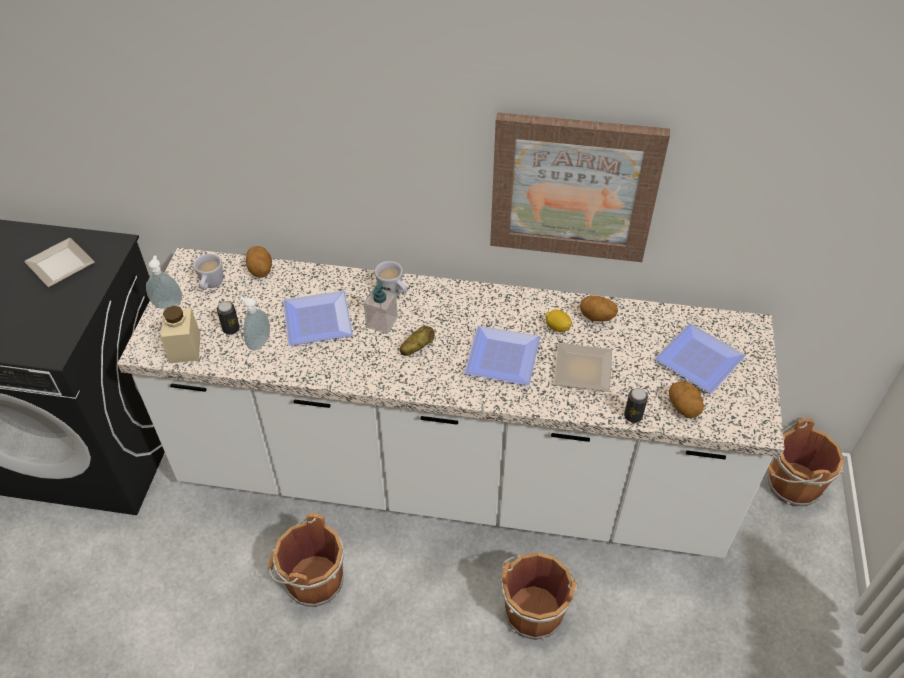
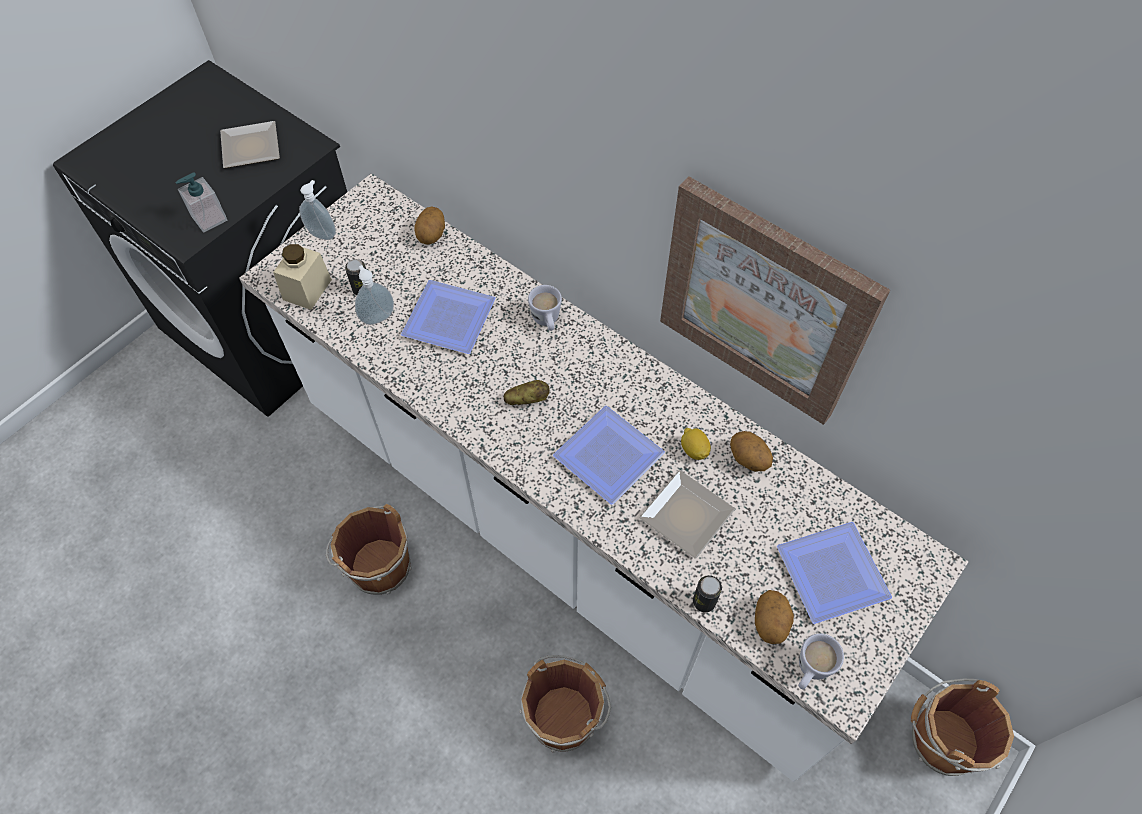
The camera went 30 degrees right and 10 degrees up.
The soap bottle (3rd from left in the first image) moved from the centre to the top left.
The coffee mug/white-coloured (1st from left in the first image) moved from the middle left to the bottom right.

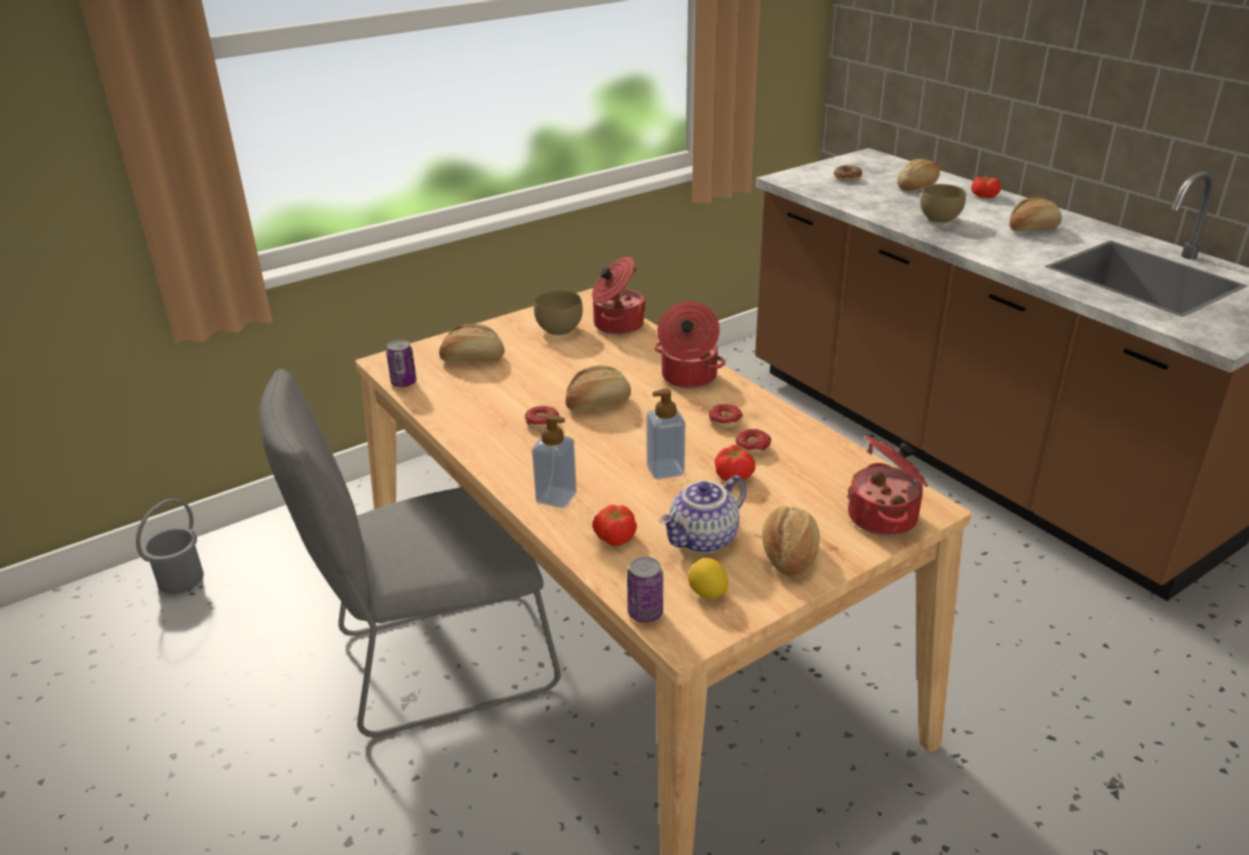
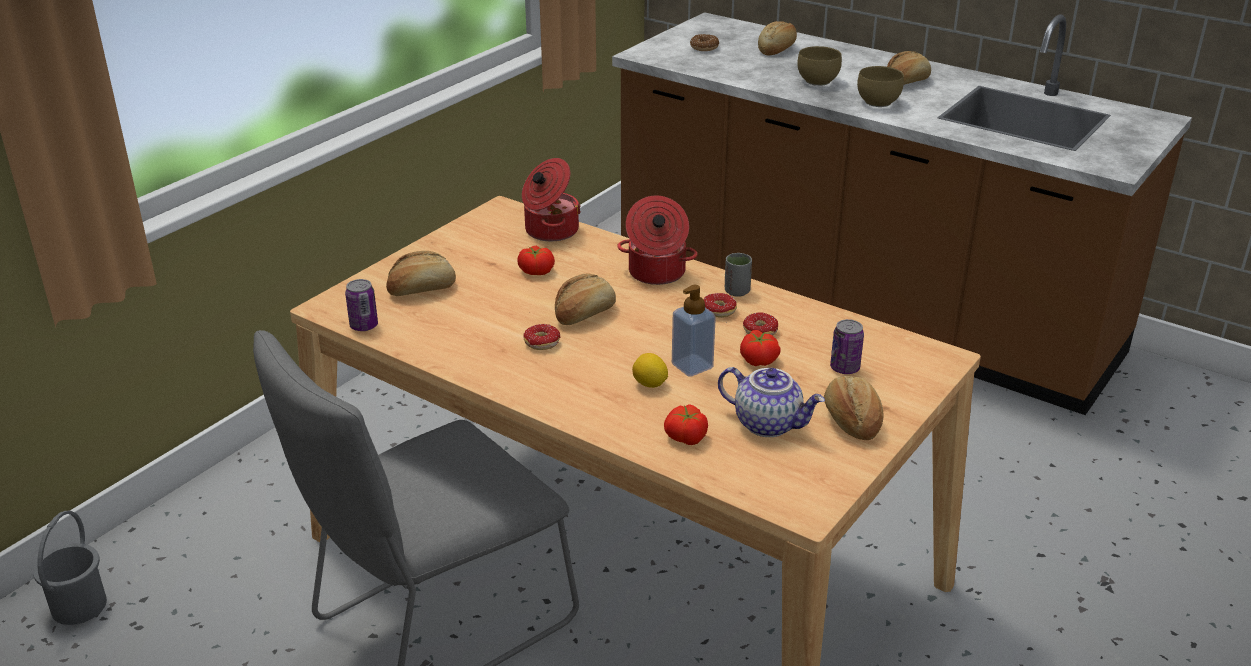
The camera went 20 degrees left and 0 degrees up.
The fresh tomato (3rd from left in the first image) moved from the top right to the centre.
The lemon moved from the bottom centre to the centre.
The teapot at the centre turned 90 degrees counterclockwise.
The cup/gray at the centre appeared.
The can (2nd from left) moved from the bottom centre to the middle right.
The bowl/brownish (1st from left in the first image) moved from the centre to the top right.
The soap bottle (1st from left) at the centre disappeared.
The cooking pot (3rd from left) at the middle right disappeared.

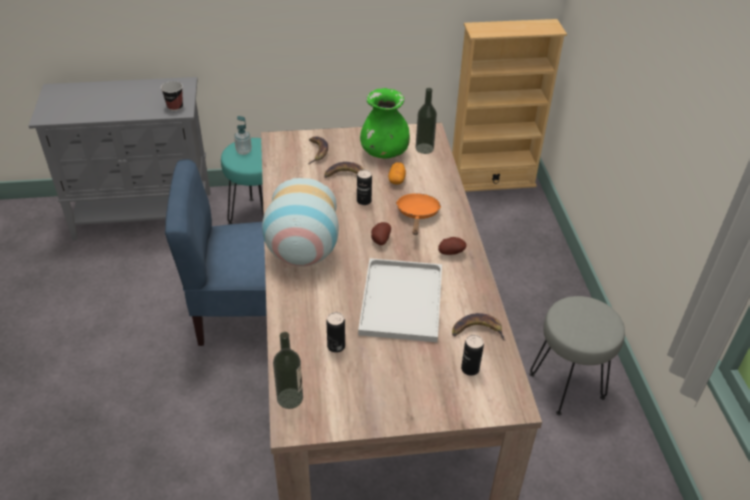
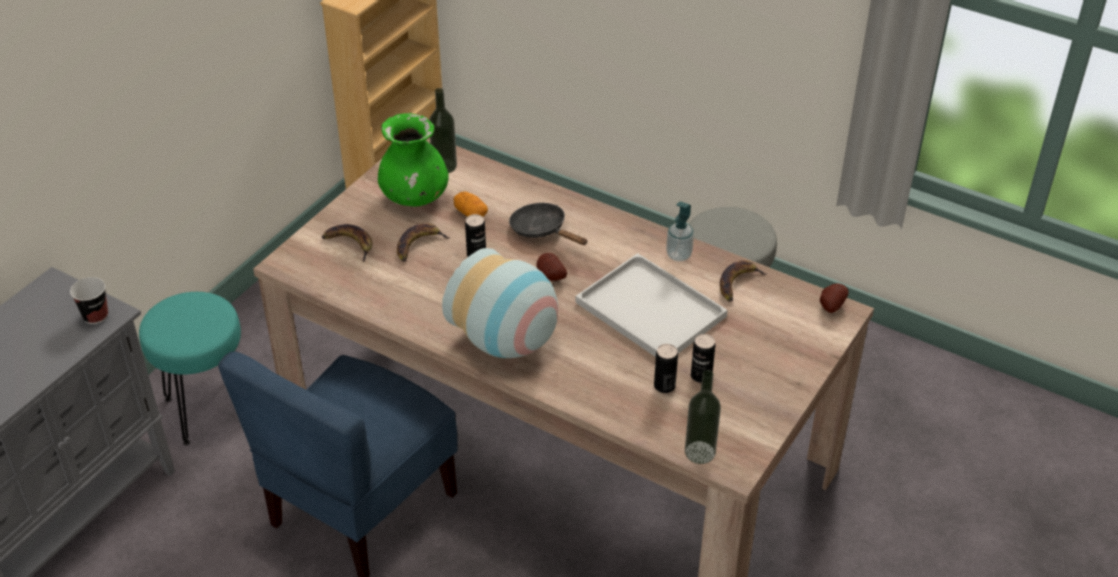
The camera went 50 degrees left and 0 degrees up.
The skillet/orange at the centre became the skillet/black at the centre.
The soap bottle moved from the top left to the centre.
The can (3rd from left) moved from the bottom centre to the centre.
The potato (3rd from left) moved from the centre to the middle right.

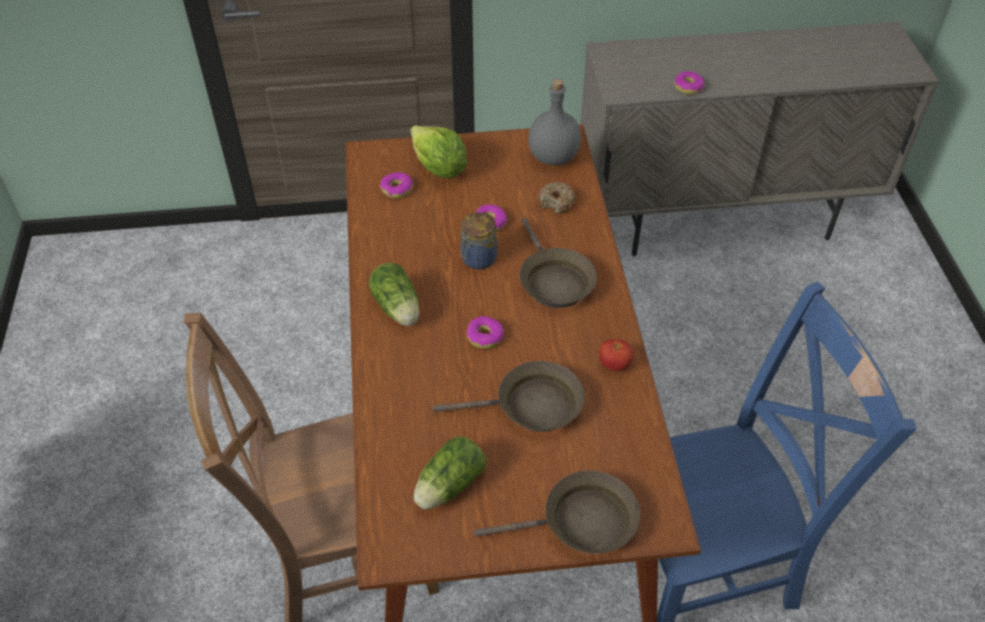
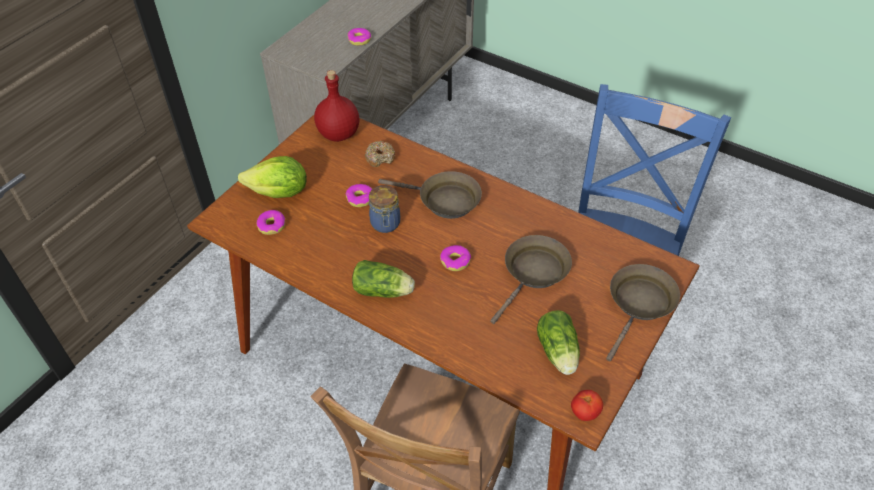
The camera went 50 degrees left and 0 degrees up.
The beverage bottle/gray at the top centre became the beverage bottle/red at the top centre.
The fresh tomato moved from the centre to the bottom right.

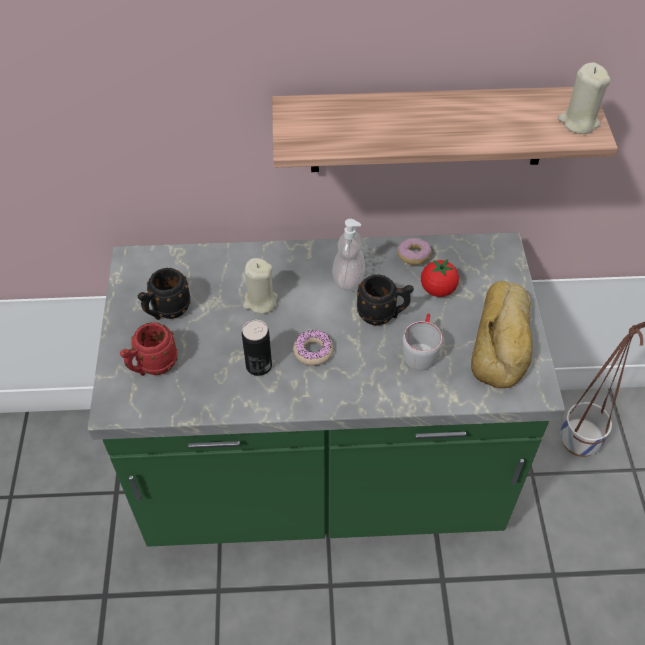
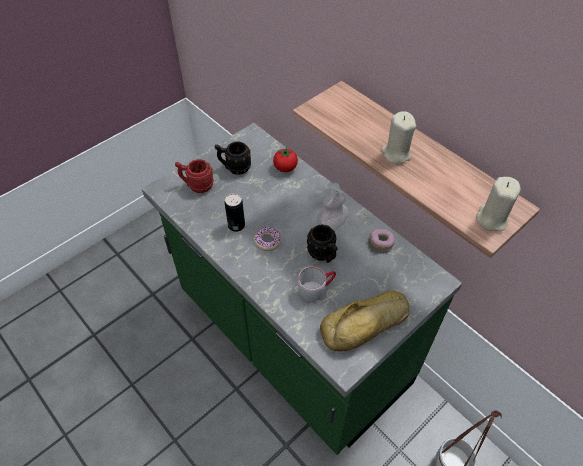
The camera went 50 degrees right and 0 degrees up.
The fresh tomato moved from the middle right to the centre.
The wax candle/beige-coloured (1st from left) moved from the centre to the top right.

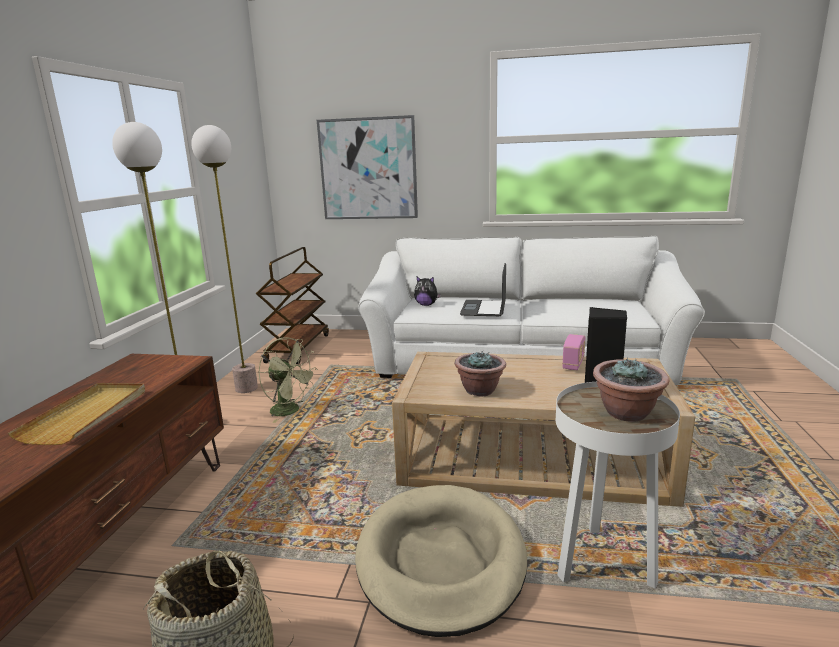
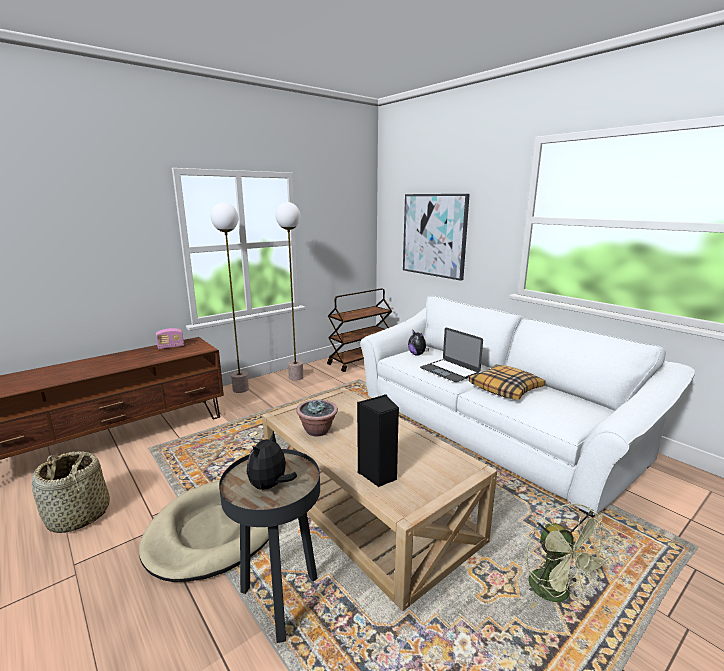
The camera went 40 degrees right and 0 degrees up.
The radio set moved from the middle right to the middle left.
The accent table/white-coloured at the bottom right became the accent table/black at the bottom centre.
The houseplant (2nd from left) at the middle right was replaced by the plush toy (1st from left) at the bottom centre.
The laptop at the centre turned 90 degrees counterclockwise.
The cushion at the middle right appeared.
The electric fan/green moved from the centre to the bottom right.
The tray/beige-coloured at the middle left disappeared.

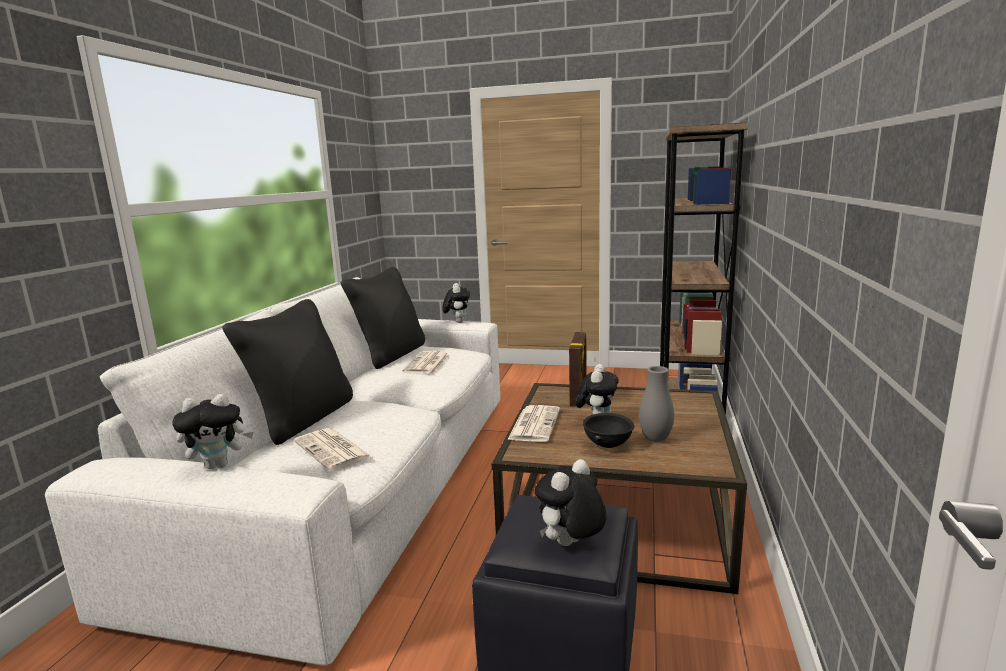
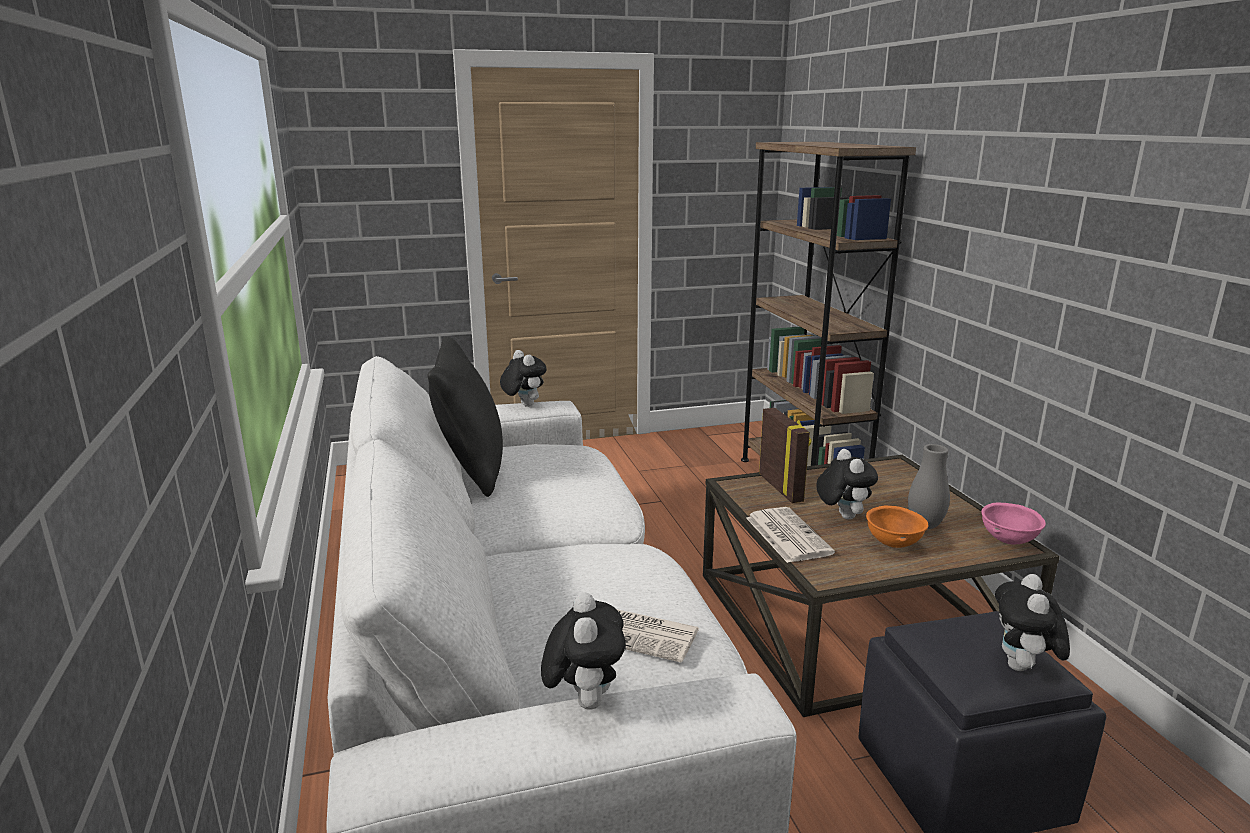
The camera went 30 degrees left and 5 degrees up.
The plush toy (1st from left in the first image) at the middle left turned 45 degrees counterclockwise.
The bowl/black at the centre became the bowl/orange at the middle right.
The bowl/pinkish at the middle right appeared.
The cushion/black (1st from left) at the middle left disappeared.
The printed paper (2nd from left) at the centre disappeared.

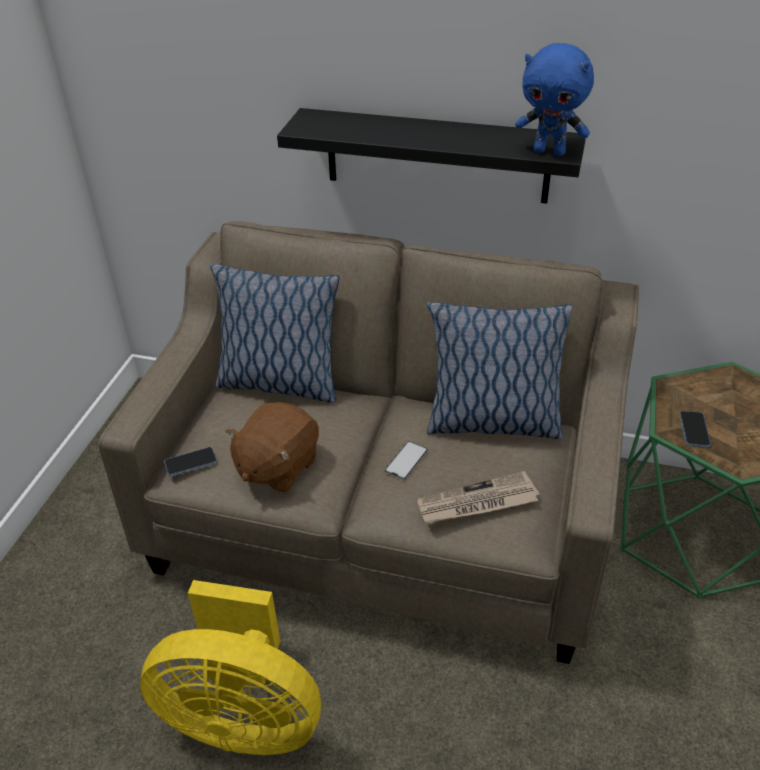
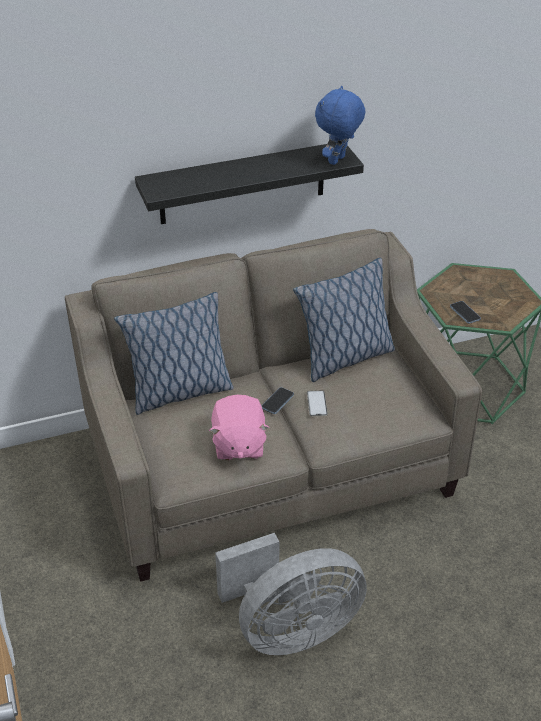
The camera went 35 degrees left and 0 degrees up.
The plush toy/brownish at the centre became the plush toy/pinkish at the centre.
The electric fan/yellow-coloured at the bottom left became the electric fan/gray at the bottom centre.
The telephone (1st from left) moved from the middle left to the centre.
The plush toy/blue at the top right turned 135 degrees clockwise.
The printed paper at the centre disappeared.

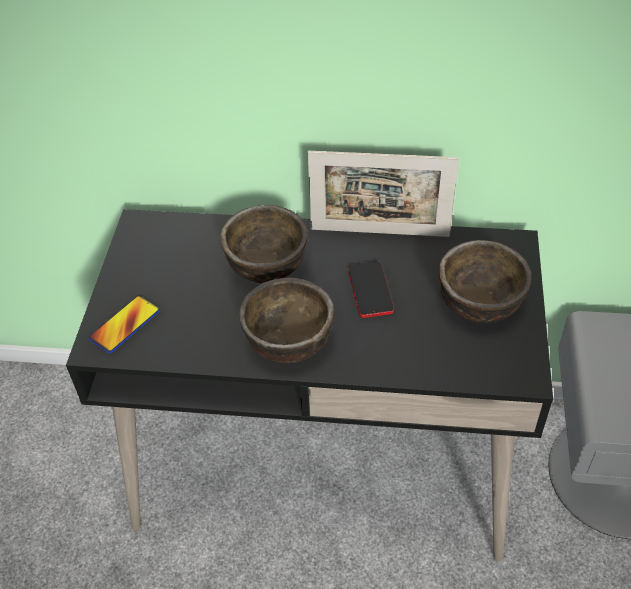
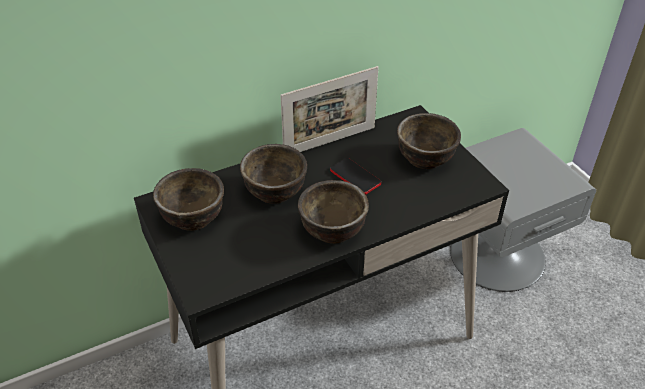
The camera went 35 degrees left and 5 degrees down.
The bowl/brownish (1st from left) at the middle left appeared.
The telephone (1st from left) at the middle left disappeared.

